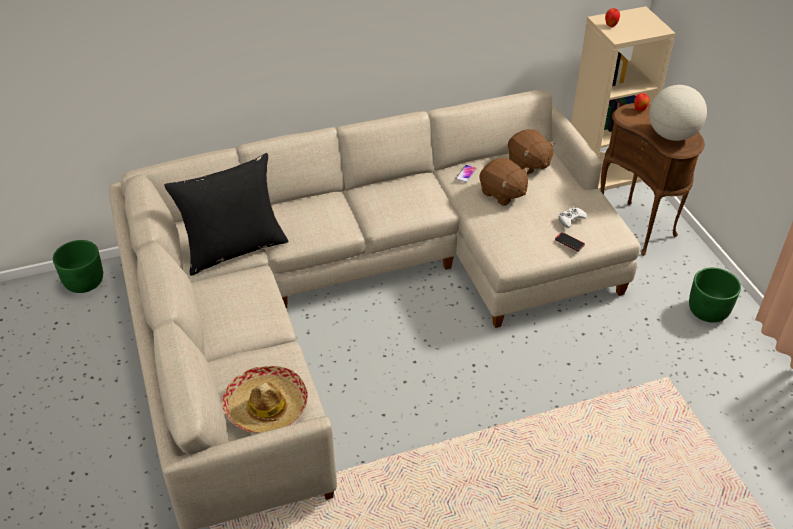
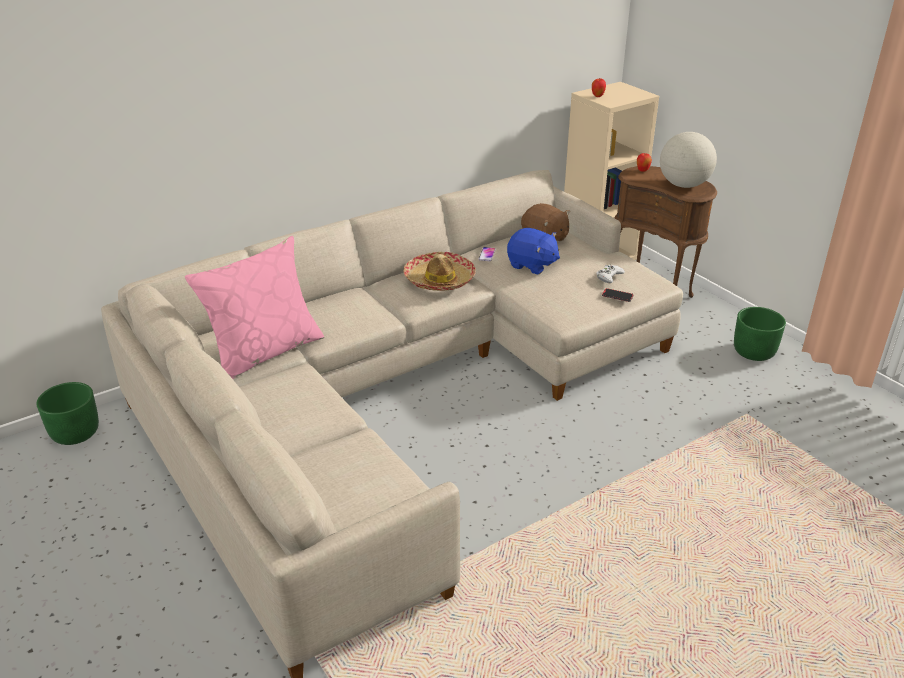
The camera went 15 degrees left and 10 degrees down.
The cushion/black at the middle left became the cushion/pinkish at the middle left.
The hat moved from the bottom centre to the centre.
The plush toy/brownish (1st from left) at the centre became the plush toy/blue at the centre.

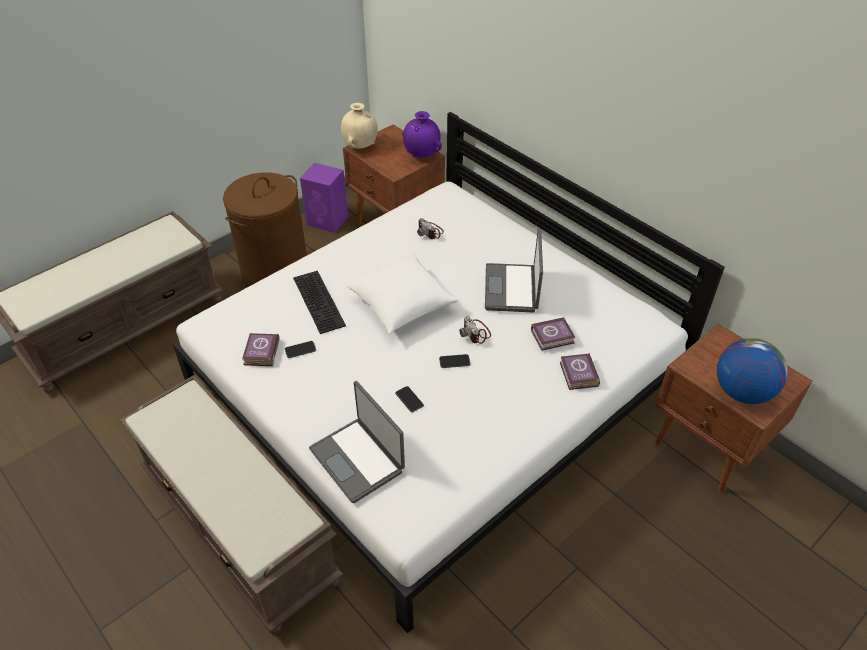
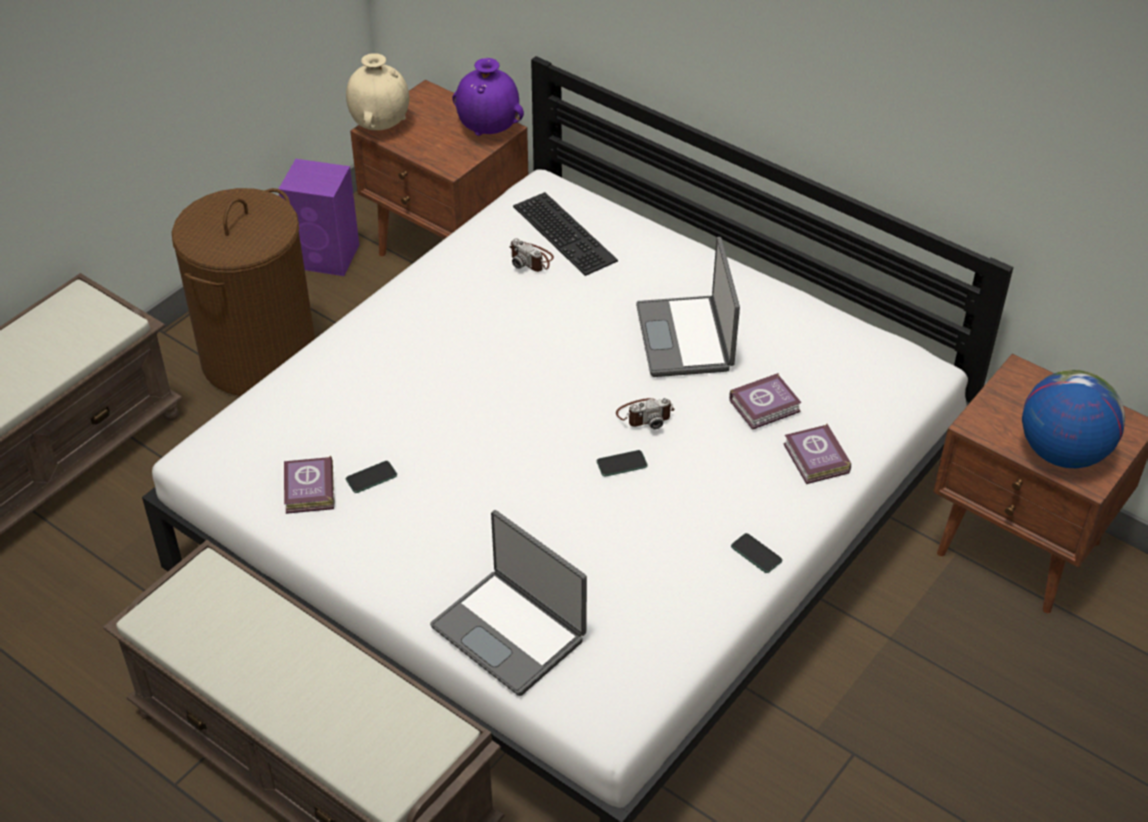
The camera went 10 degrees left and 0 degrees up.
The PC keyboard moved from the centre to the top centre.
The photo camera (2nd from left) at the centre turned 75 degrees counterclockwise.
The telephone (2nd from left in the first image) moved from the centre to the bottom centre.
The cushion/white-coloured at the centre disappeared.

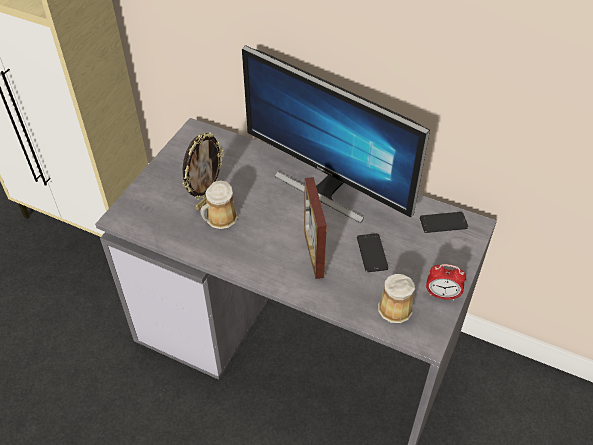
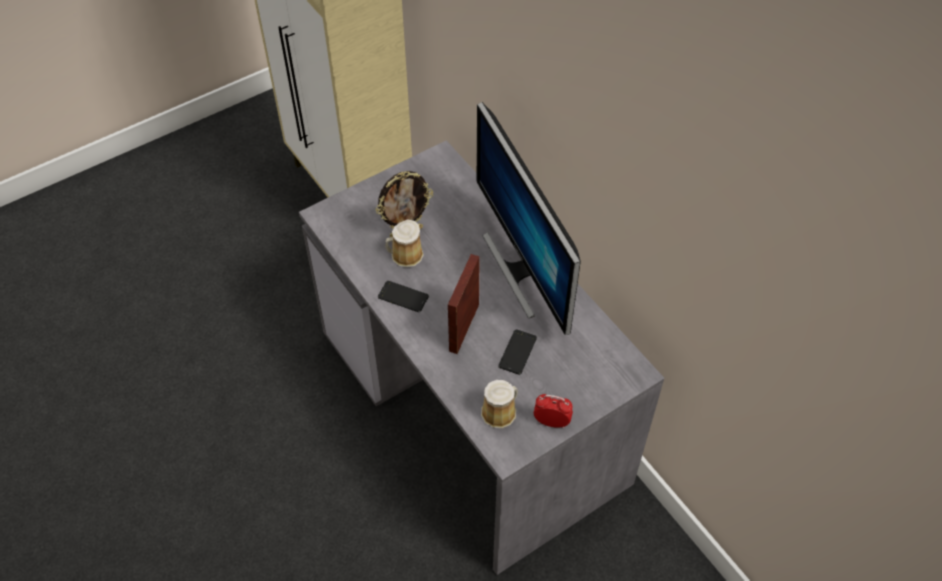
The camera went 30 degrees right and 5 degrees up.
The telephone (2nd from left in the first image) moved from the middle right to the centre.
The table clock at the middle right turned 150 degrees clockwise.

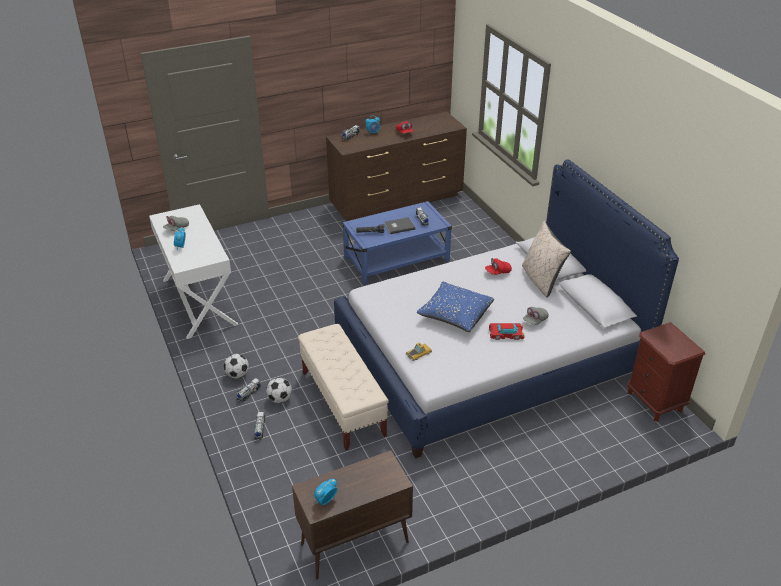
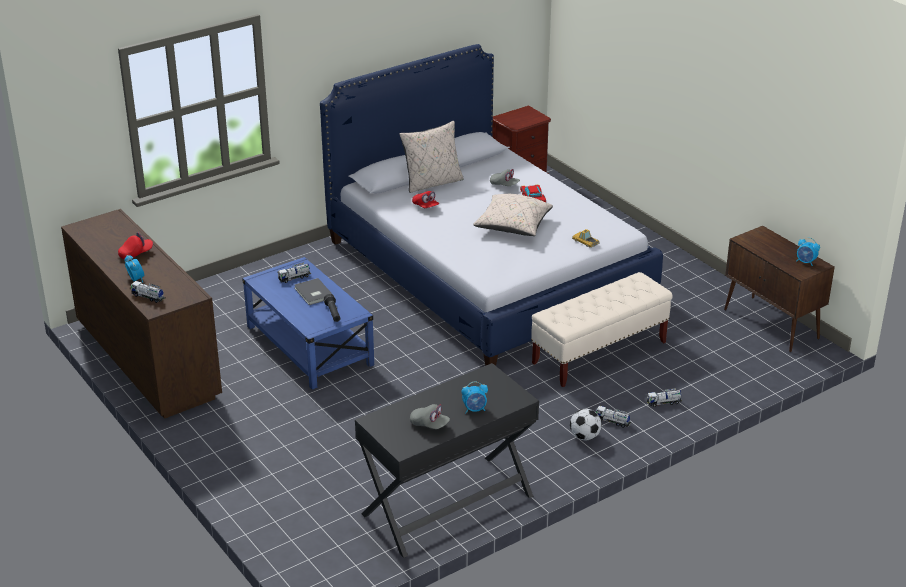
The camera went 100 degrees left and 5 degrees down.
The desk unit/white-coloured at the middle left became the desk unit/black at the bottom centre.
The cushion/blue at the centre became the cushion/beige-coloured (2nd from left) at the centre.
The ball for football (2nd from left) at the centre disappeared.

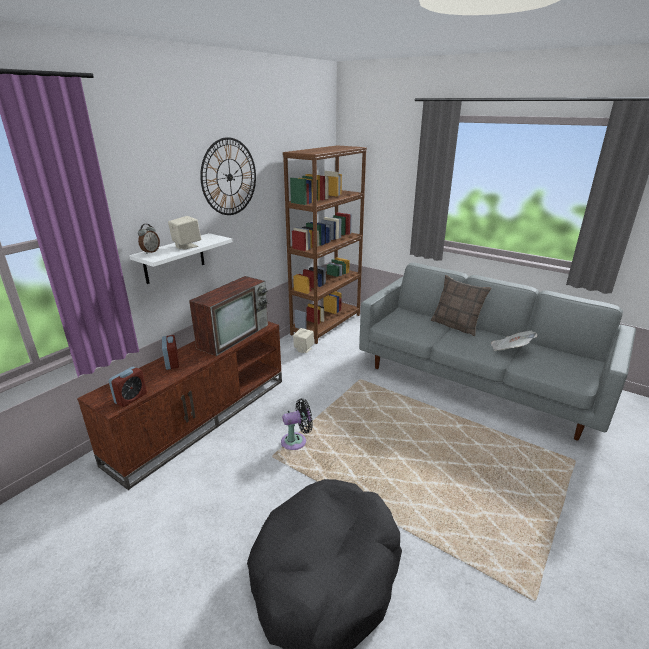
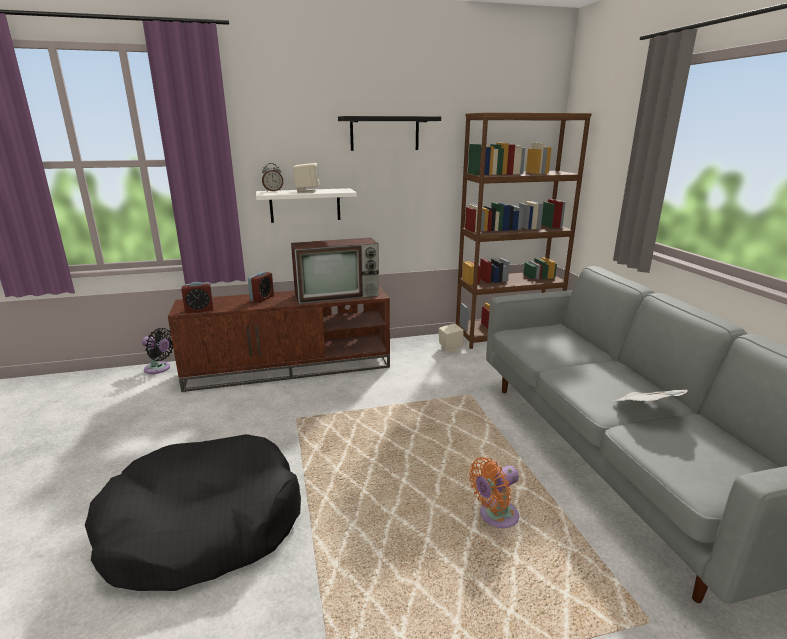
The camera went 40 degrees right and 5 degrees down.
The electric fan/black moved from the centre to the middle left.
The hanging clock at the top centre was replaced by the wall shelf/black at the top centre.
The electric fan/orange at the bottom centre appeared.
The cushion at the middle right disappeared.

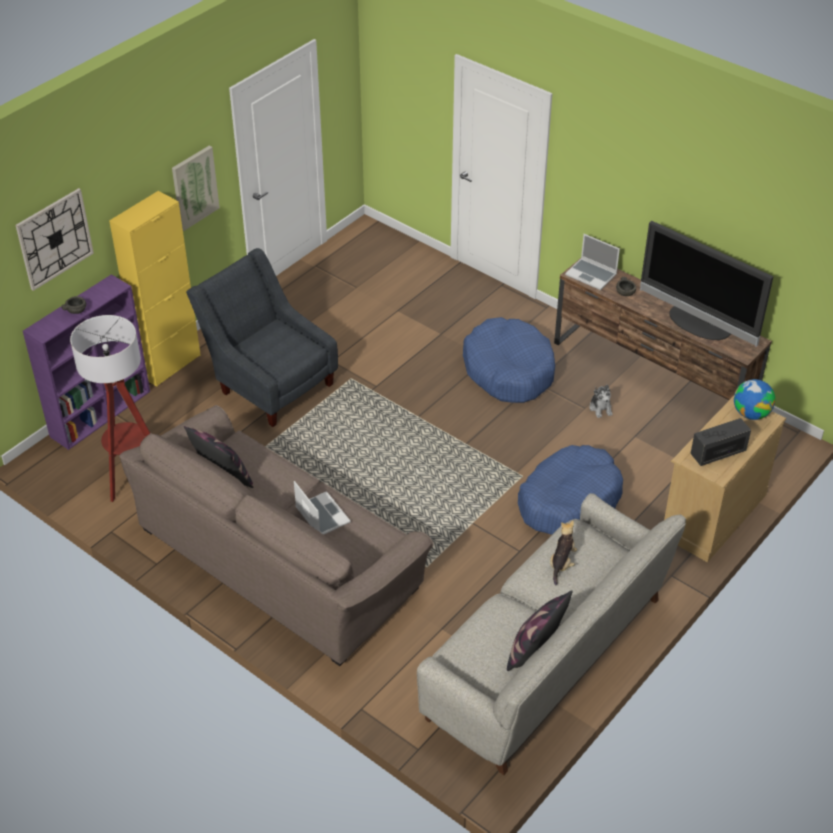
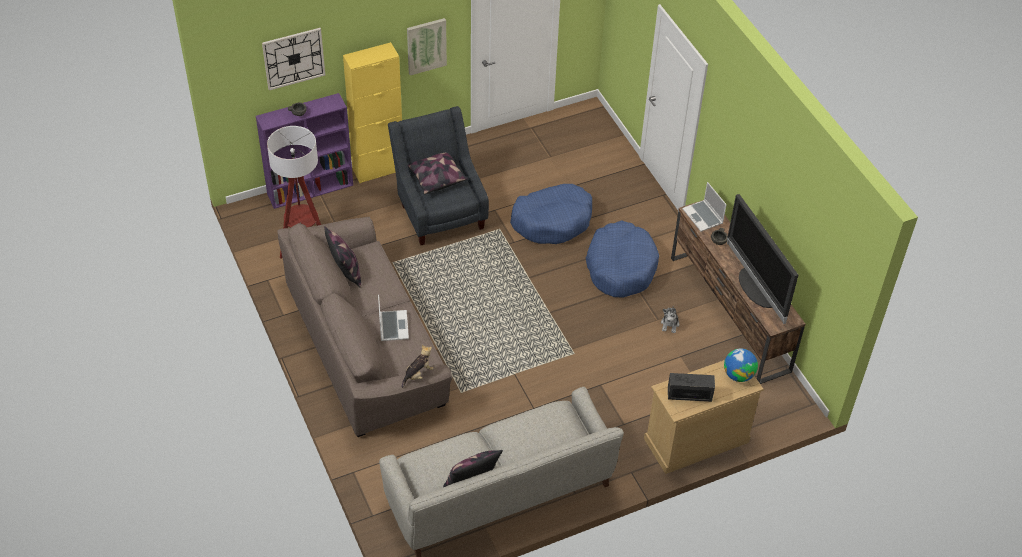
The camera went 25 degrees right and 5 degrees up.
The plush toy (1st from left) moved from the middle right to the centre.
The cushion (2nd from left) at the top centre appeared.
The dog cushion/blue (2nd from left in the first image) moved from the middle right to the centre.

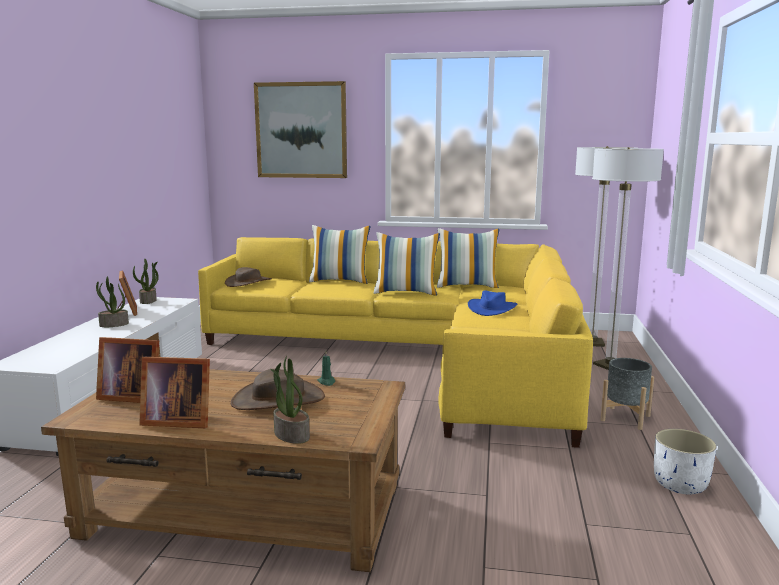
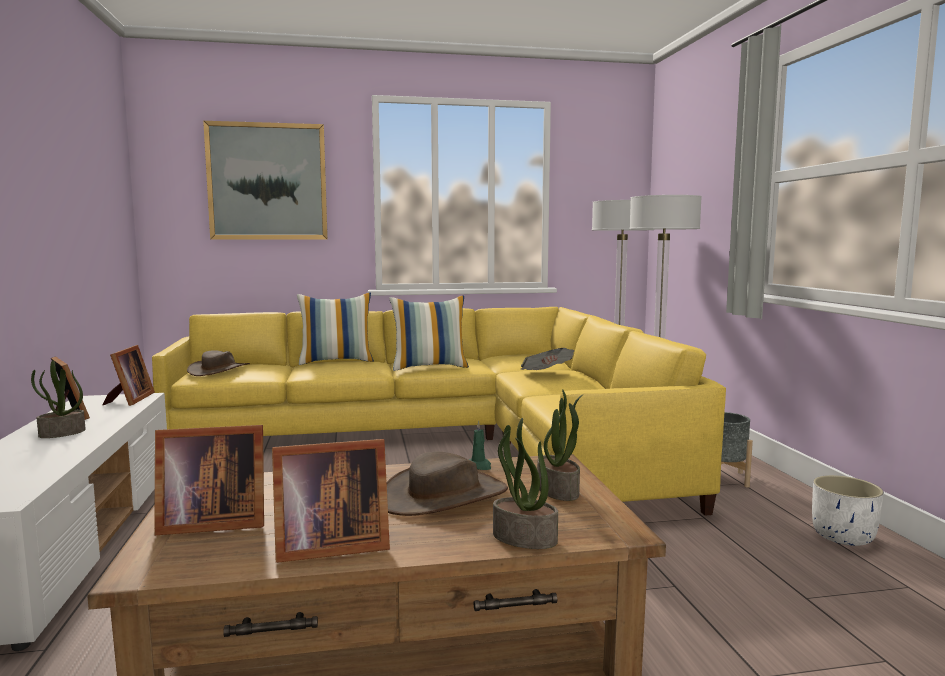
The camera went 20 degrees left and 5 degrees down.
The picture frame (2nd from left) at the middle left appeared.
The hat/blue at the centre was replaced by the printed paper at the centre.
The houseplant (2nd from left in the first image) moved from the middle left to the centre.
The cushion (3rd from left) at the centre disappeared.

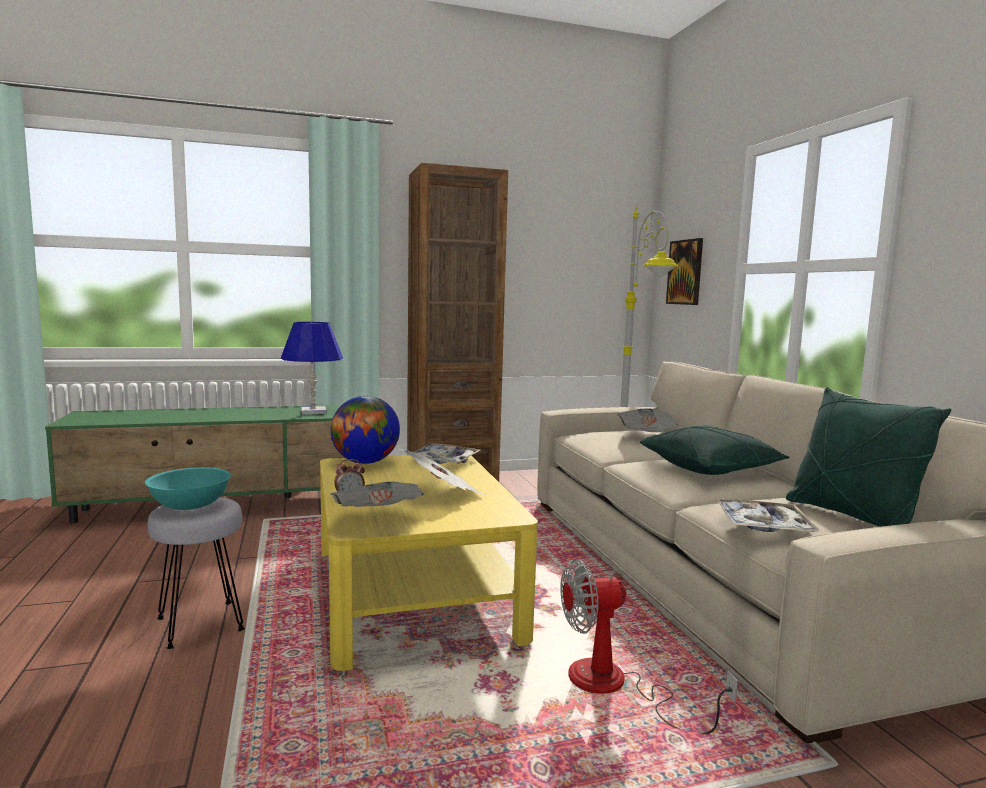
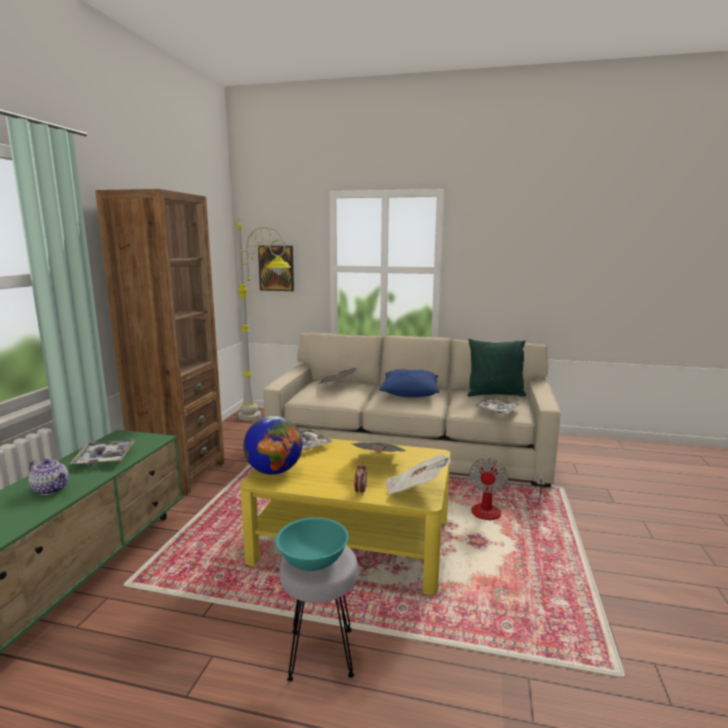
The camera went 60 degrees left and 5 degrees up.
The teapot at the middle left appeared.
The lamp for a table/blue at the middle left was replaced by the tray (1st from left) at the middle left.
The cushion/green (1st from left) at the middle right became the cushion/blue at the centre.

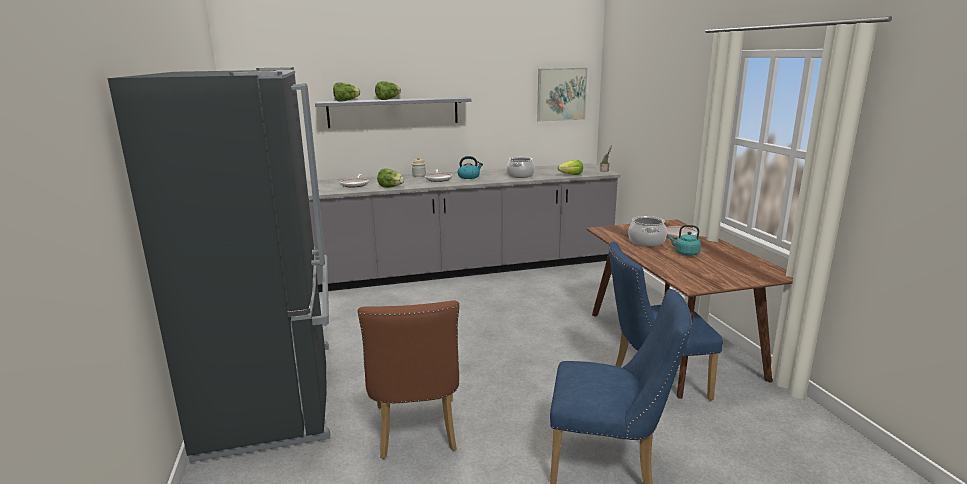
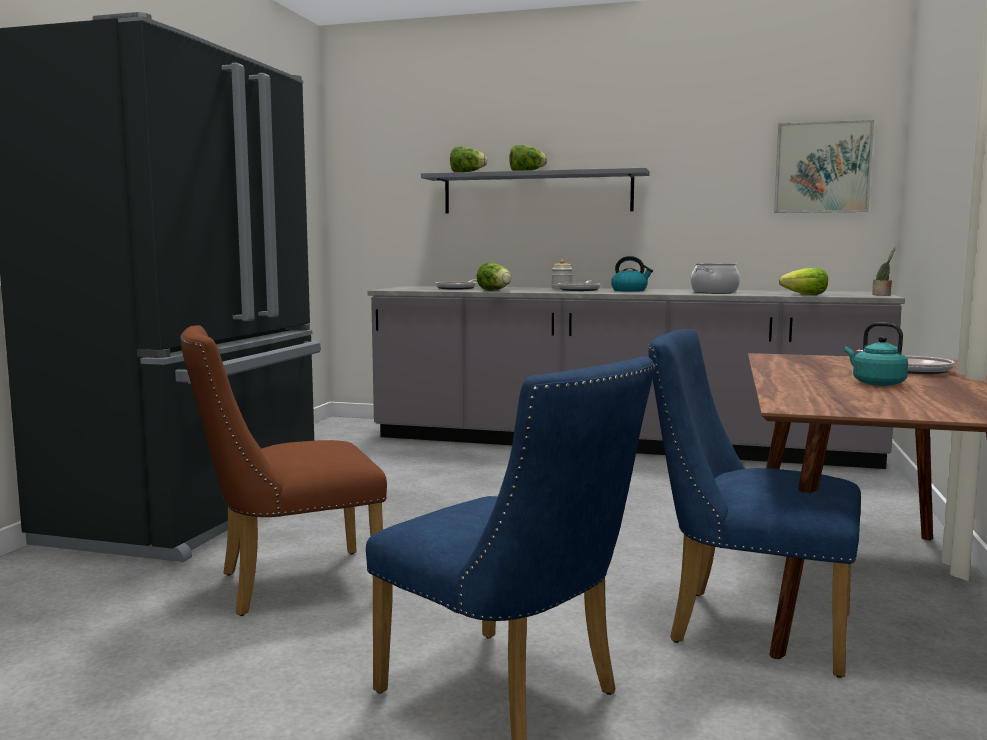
The camera went 30 degrees right and 10 degrees down.
The upright chair/brownish at the bottom centre turned 45 degrees clockwise.
The cooking pot (2nd from left) at the middle right disappeared.

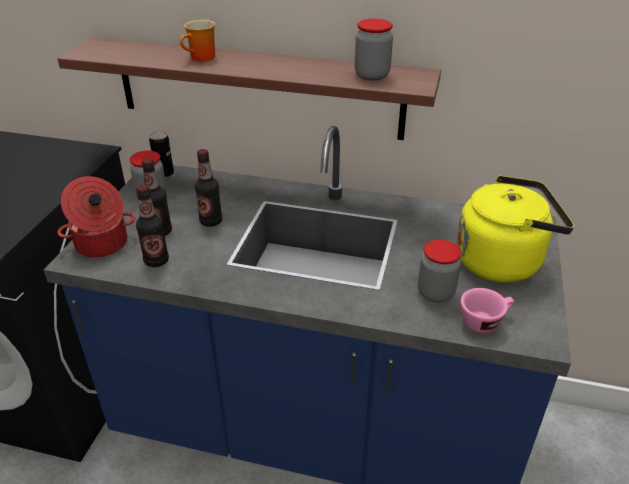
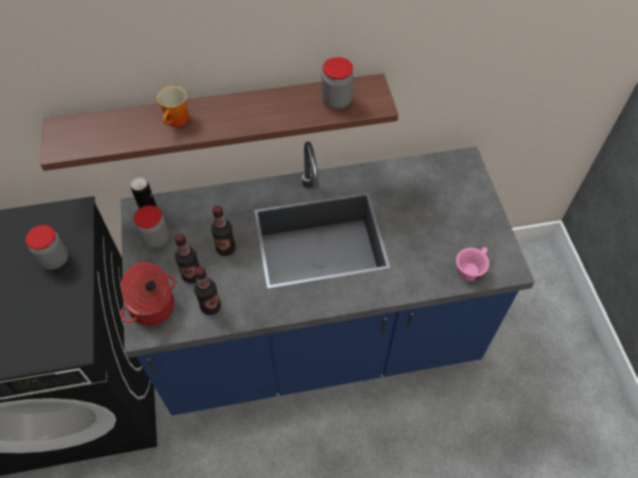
The camera went 25 degrees left and 20 degrees up.
The preserve jar (3rd from left in the first image) moved from the middle right to the middle left.
The kettle/yellow-coloured at the middle right disappeared.

